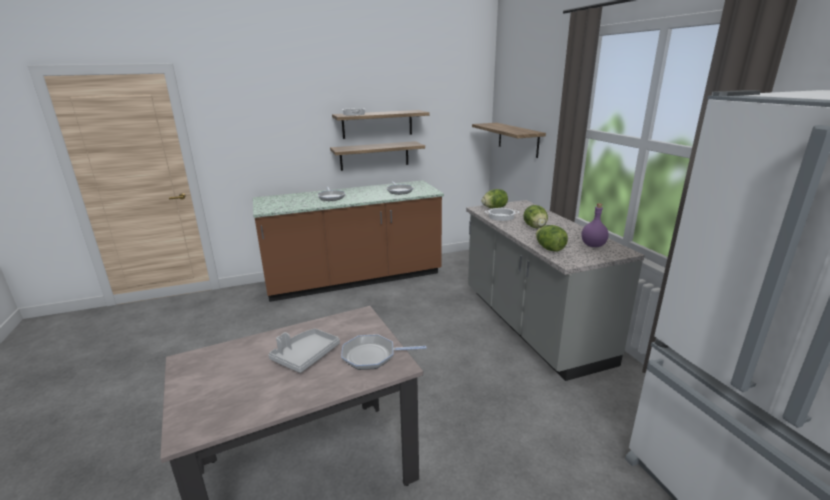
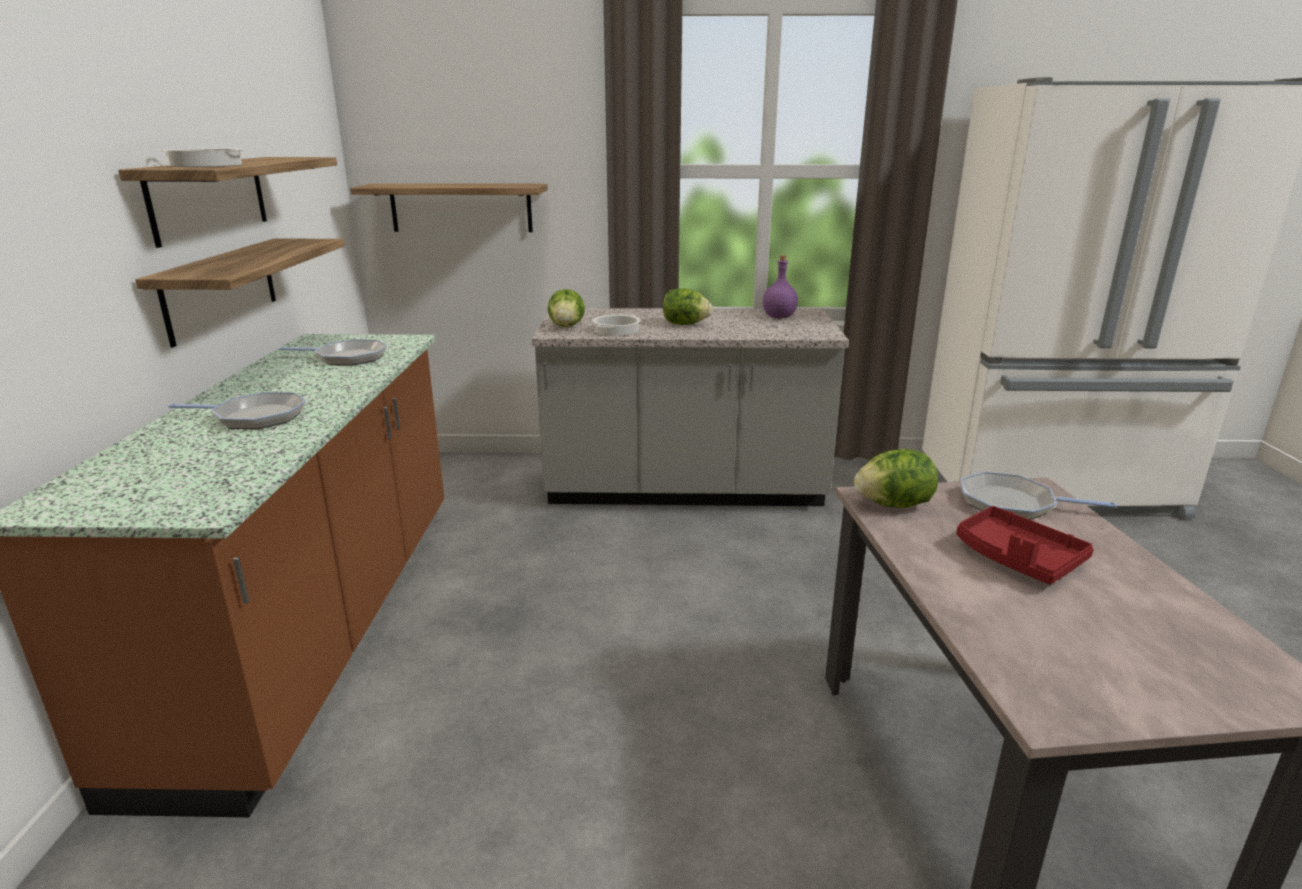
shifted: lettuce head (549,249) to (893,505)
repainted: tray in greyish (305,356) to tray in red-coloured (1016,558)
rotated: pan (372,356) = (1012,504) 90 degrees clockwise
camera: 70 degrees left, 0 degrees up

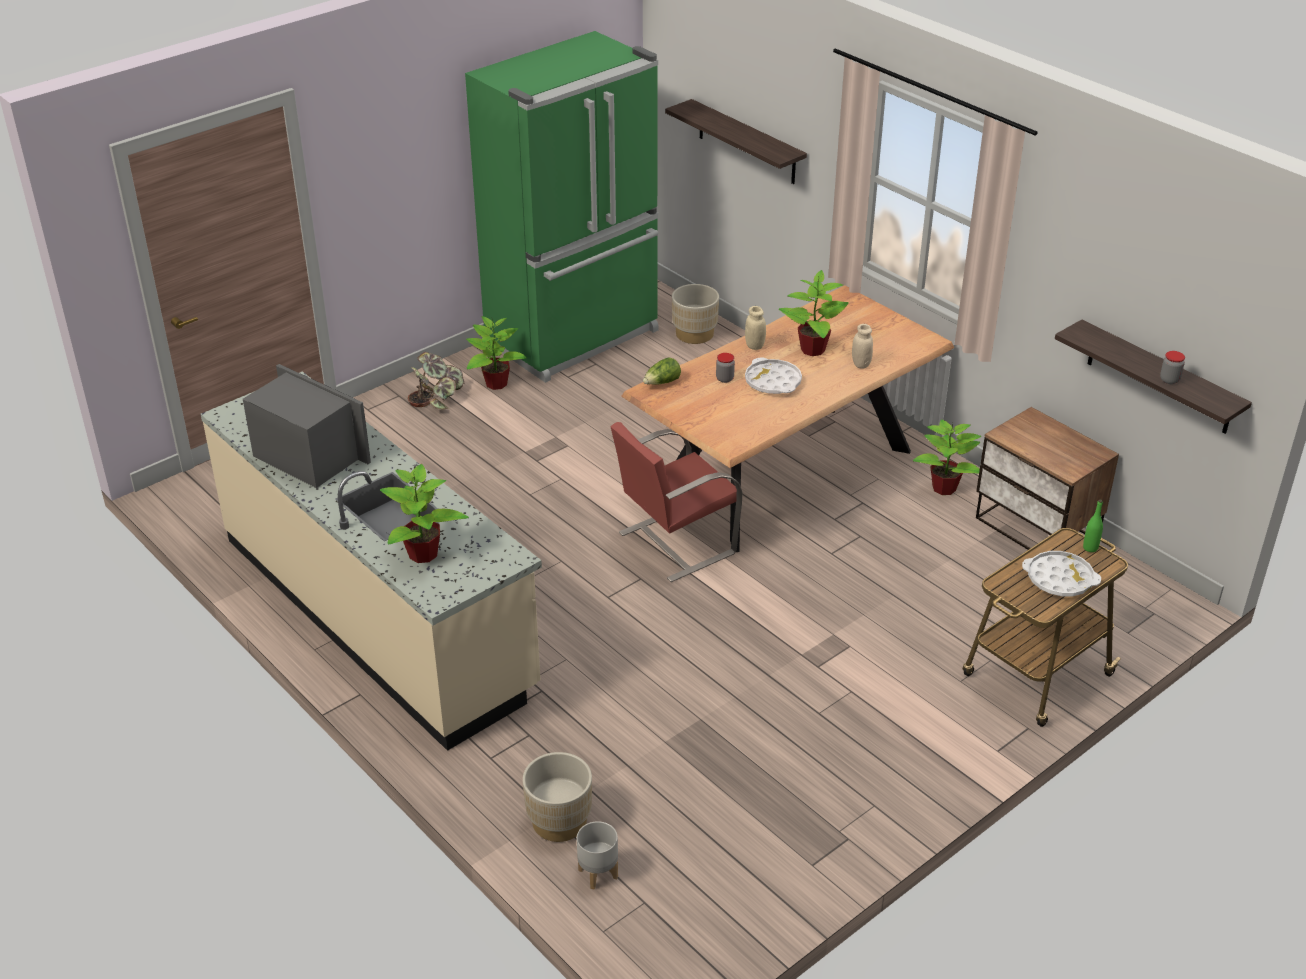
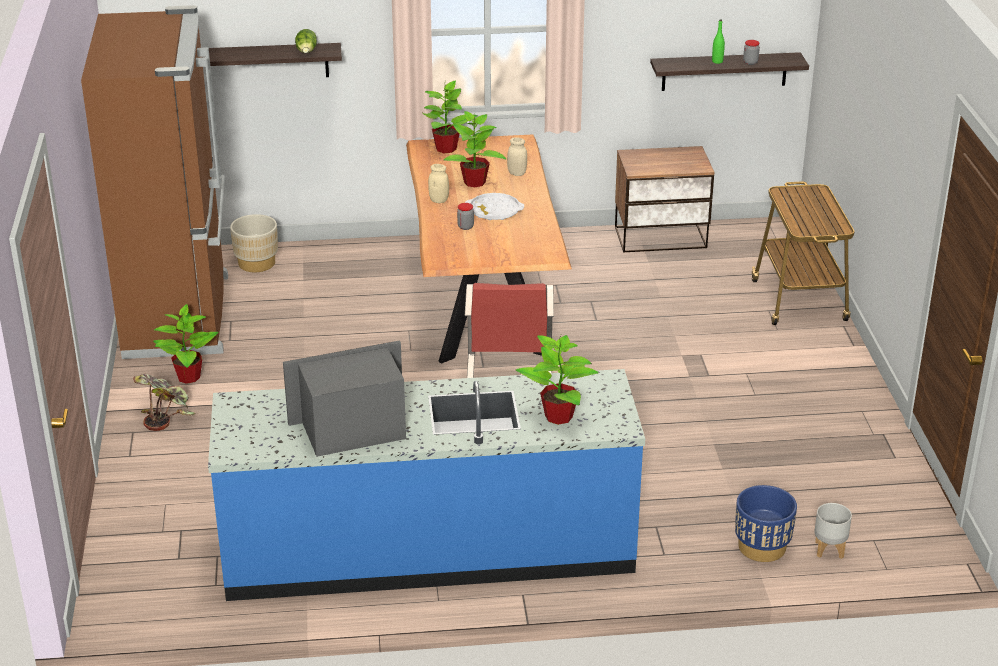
gone: tray in white-coloured (1059,579)
shifted: lettuce head (662,383) to (307,52); potted plant (944,488) to (446,148); drink bottle in greenish (1090,548) to (717,61)
repainted: kitchen counter in sand-coloured (378,612) to kitchen counter in bluish (428,549); kitchen fridge in greenish (575,338) to kitchen fridge in brownish (180,316); plant pot in sand-coloured (559,821) to plant pot in bluish (762,547)
camera: 55 degrees left, 5 degrees down

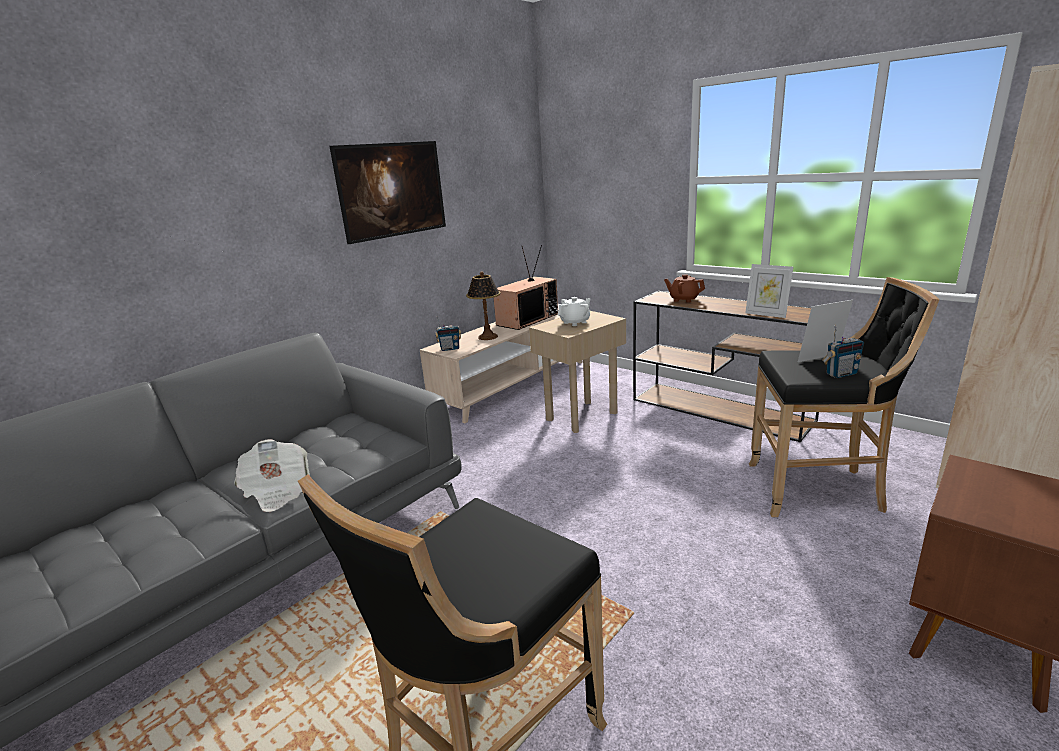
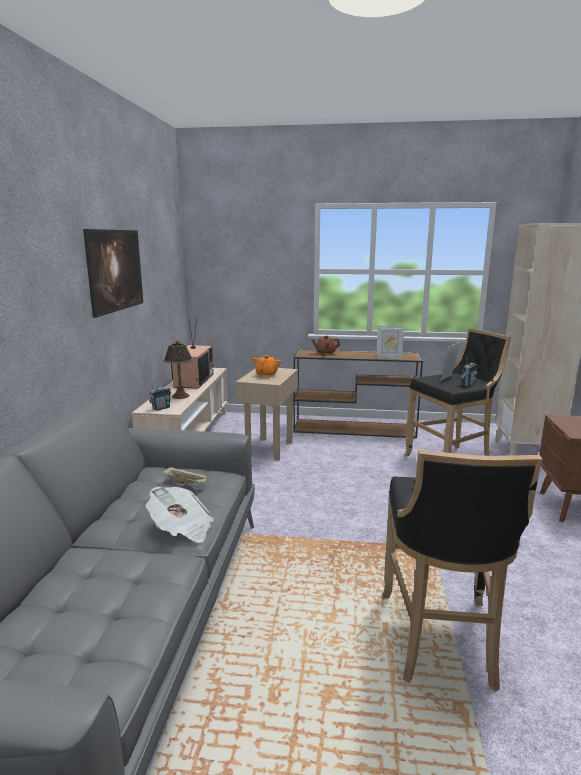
new: tray in sand-coloured (186,483)
repainted: tea pot in white-coloured (575,322) to tea pot in orange (266,375)
camera: 35 degrees left, 5 degrees down

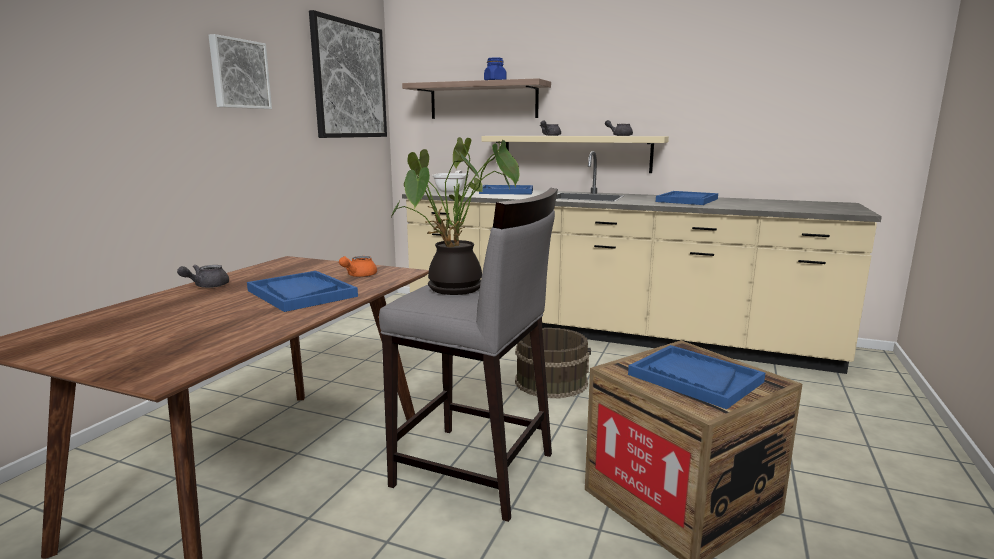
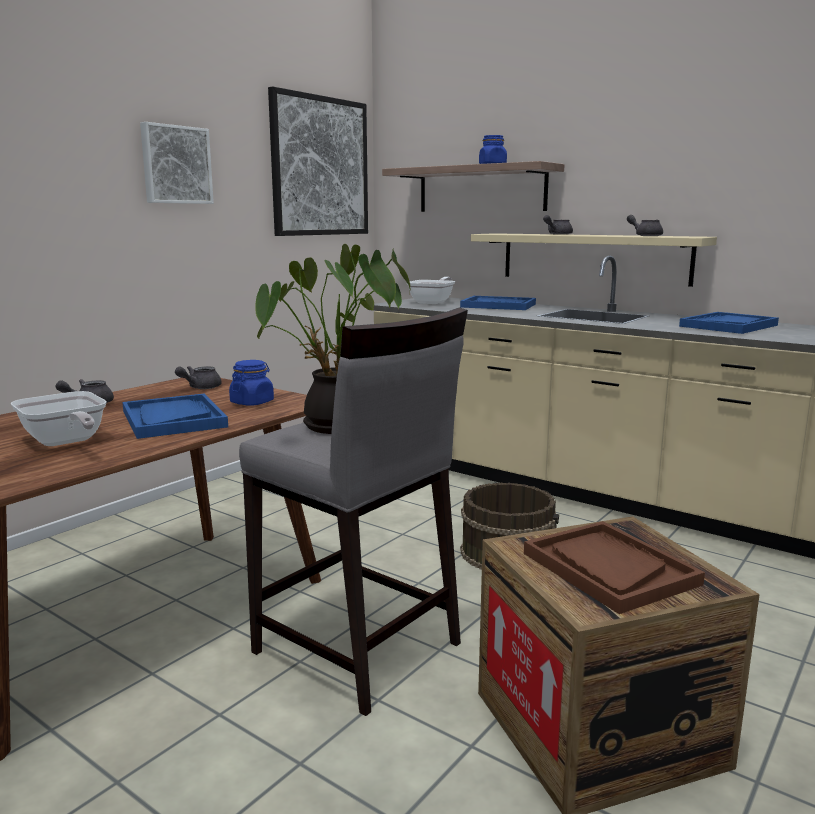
new: pan (65,442); tea pot in greyish (200,387)
swapped: tea pot in orange (358,276) to jar in bluish (252,402)
repainted: tray in bluish (694,378) to tray in brownish (608,568)
camera: 15 degrees right, 0 degrees up

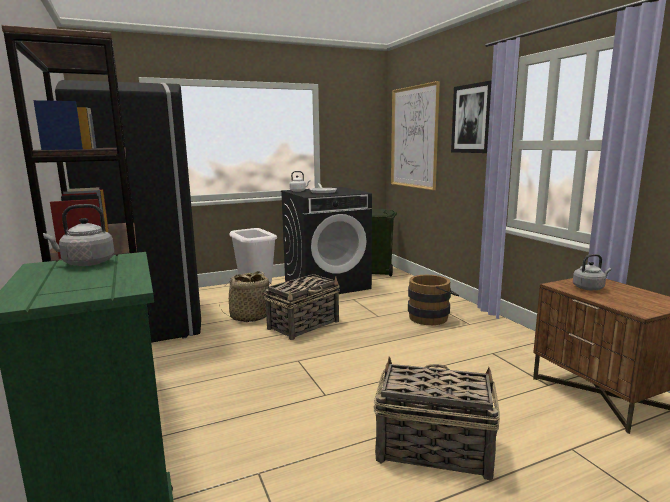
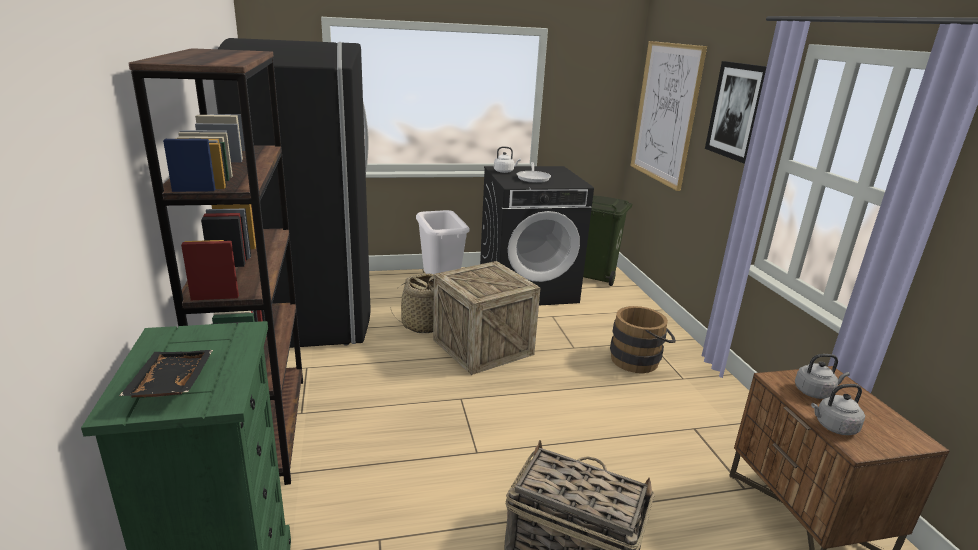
new: tray in black-coloured (170,383)
shifted: water kettle in greyish (86,263) to (833,427)
swapped: storage basket (304,325) to shipping crate (483,347)
camera: 10 degrees right, 10 degrees up

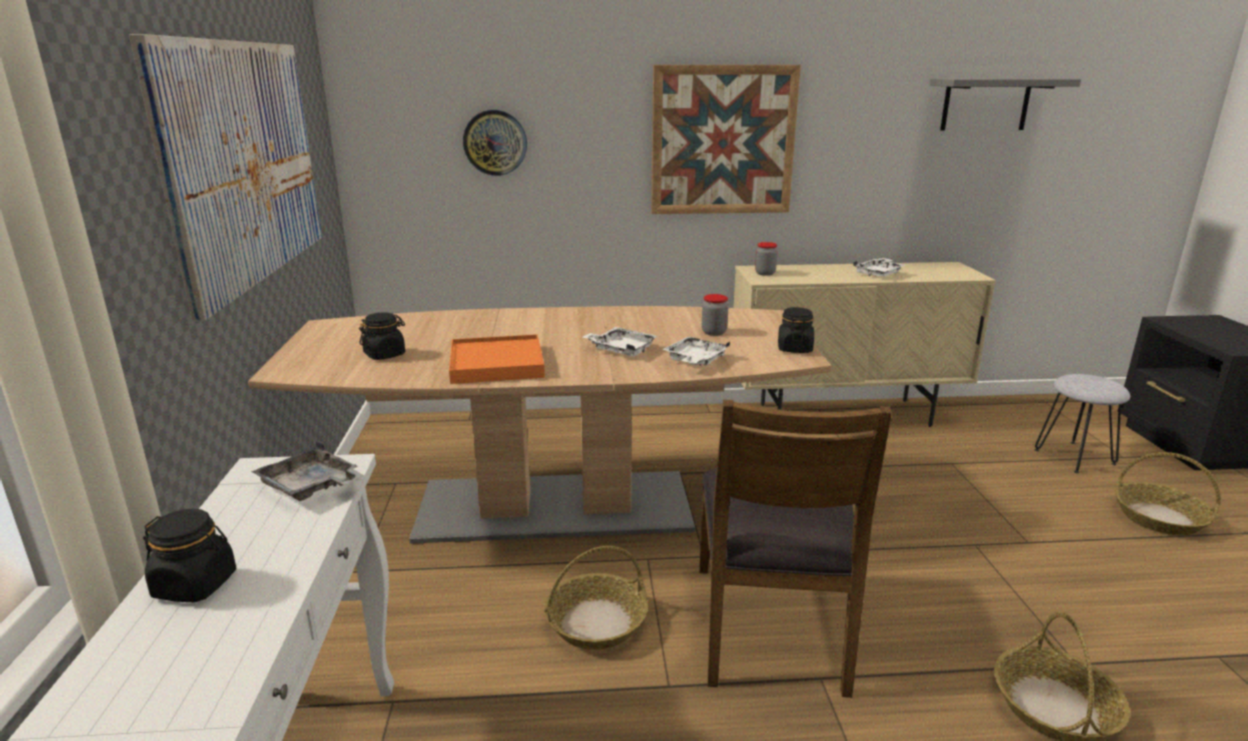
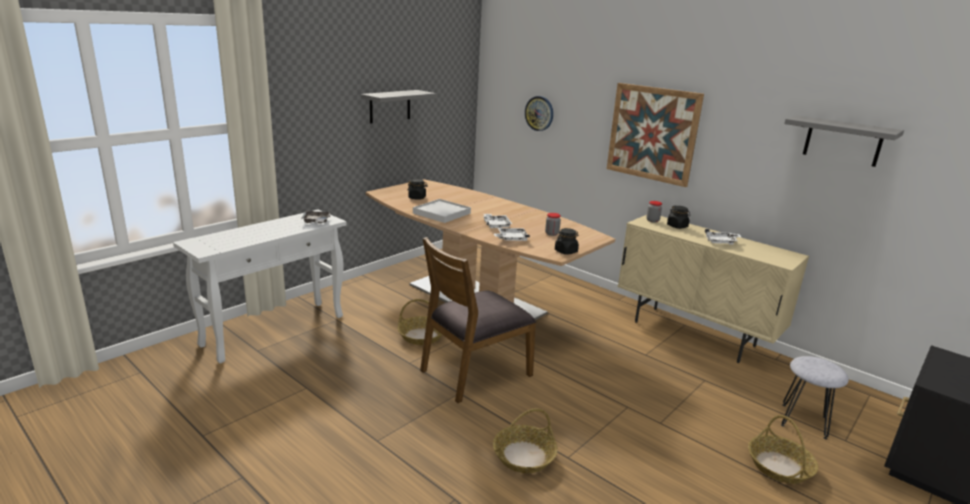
shifted: jar in black-coloured (196,585) to (677,226)
swapped: wall art (244,162) to shelf in greyish (390,106)
repainted: tray in orange (496,364) to tray in white-coloured (441,213)
camera: 45 degrees right, 0 degrees up

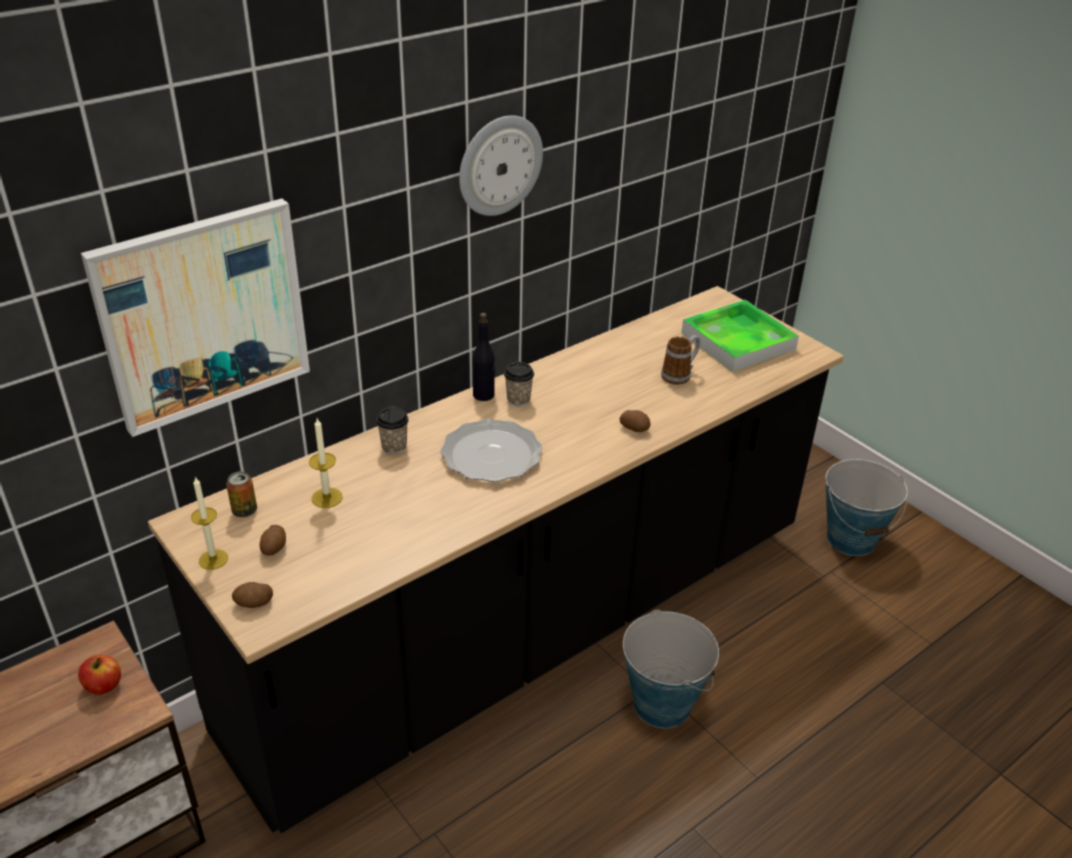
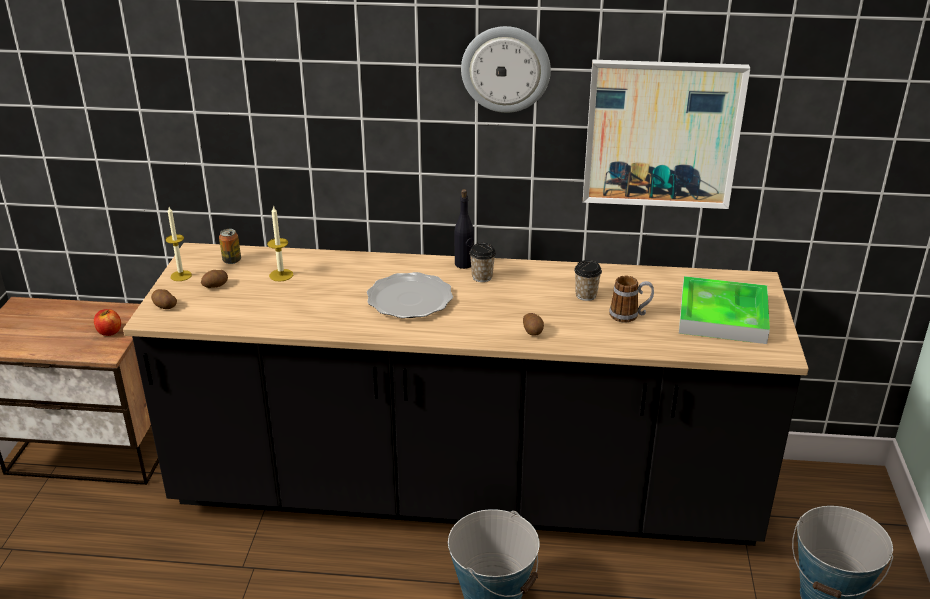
shifted: wall art (203,315) to (662,134); small cup (394,446) to (586,295)
camera: 45 degrees right, 5 degrees down

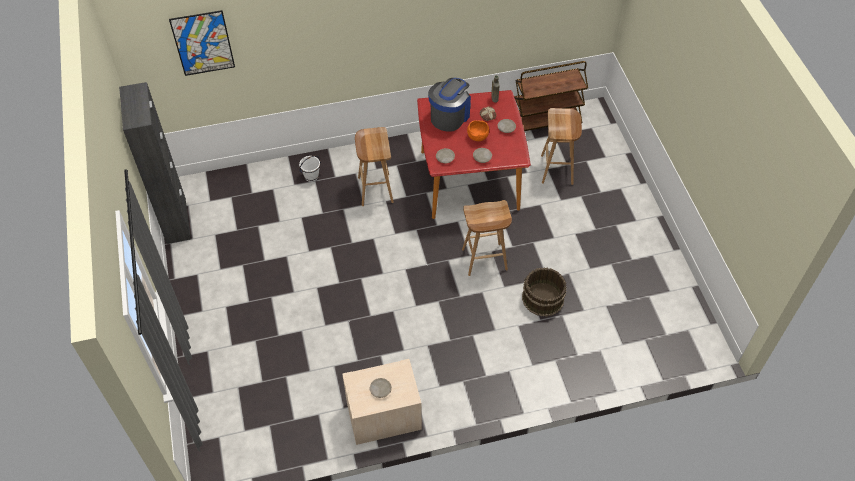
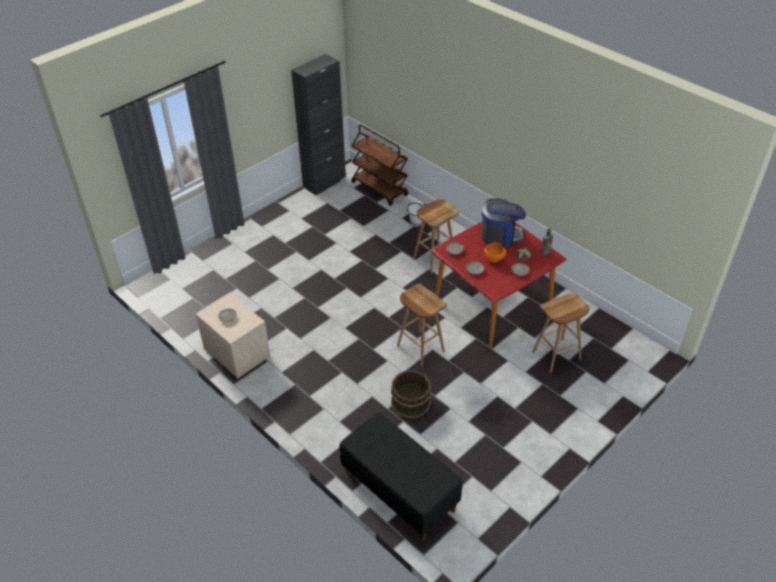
gone: wall art (203,43)
new: long seat in black-coloured (399,491)
shifted: trolley in brownish (545,121) to (380,189)
camera: 60 degrees right, 10 degrees down

